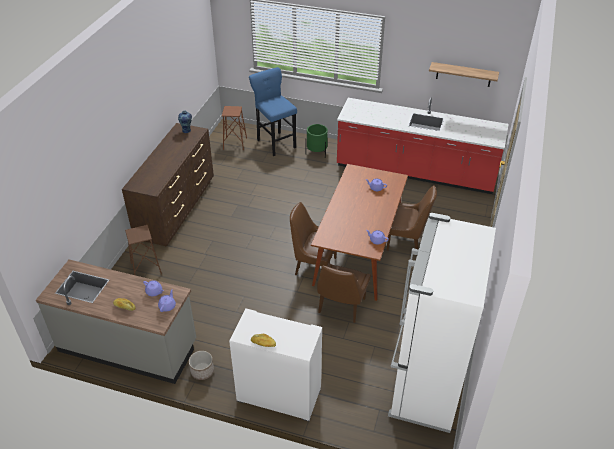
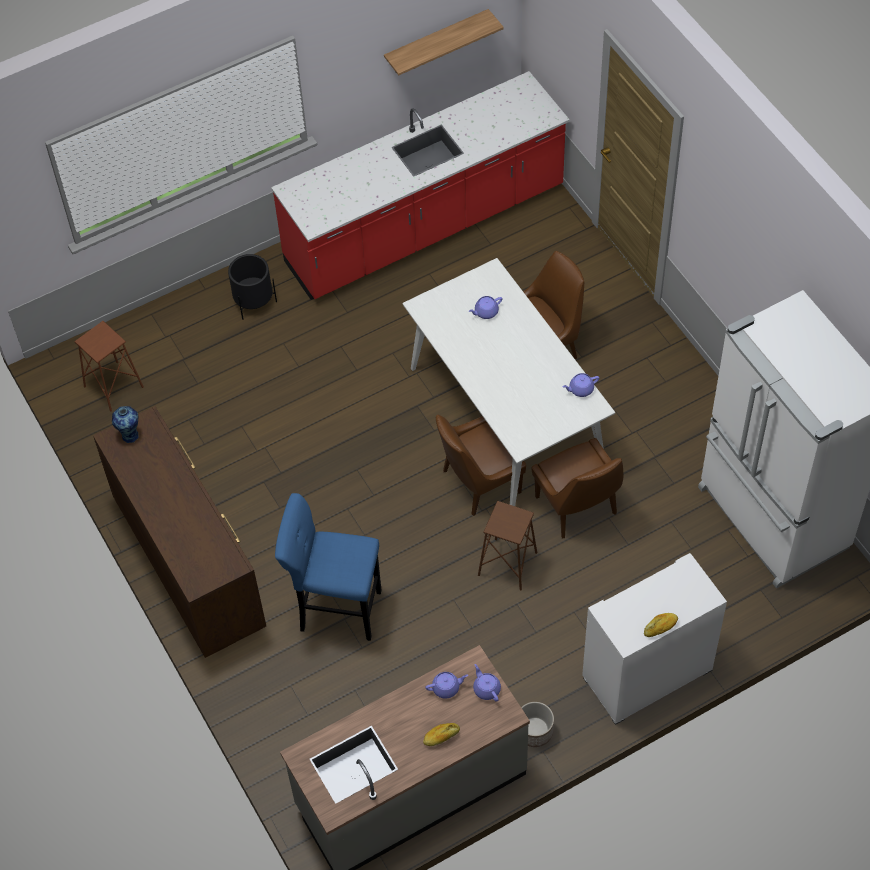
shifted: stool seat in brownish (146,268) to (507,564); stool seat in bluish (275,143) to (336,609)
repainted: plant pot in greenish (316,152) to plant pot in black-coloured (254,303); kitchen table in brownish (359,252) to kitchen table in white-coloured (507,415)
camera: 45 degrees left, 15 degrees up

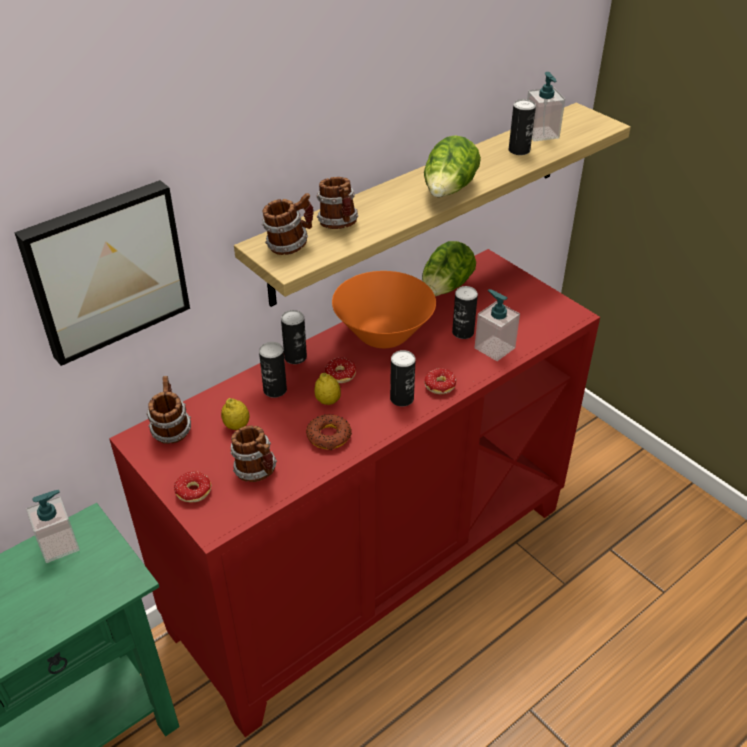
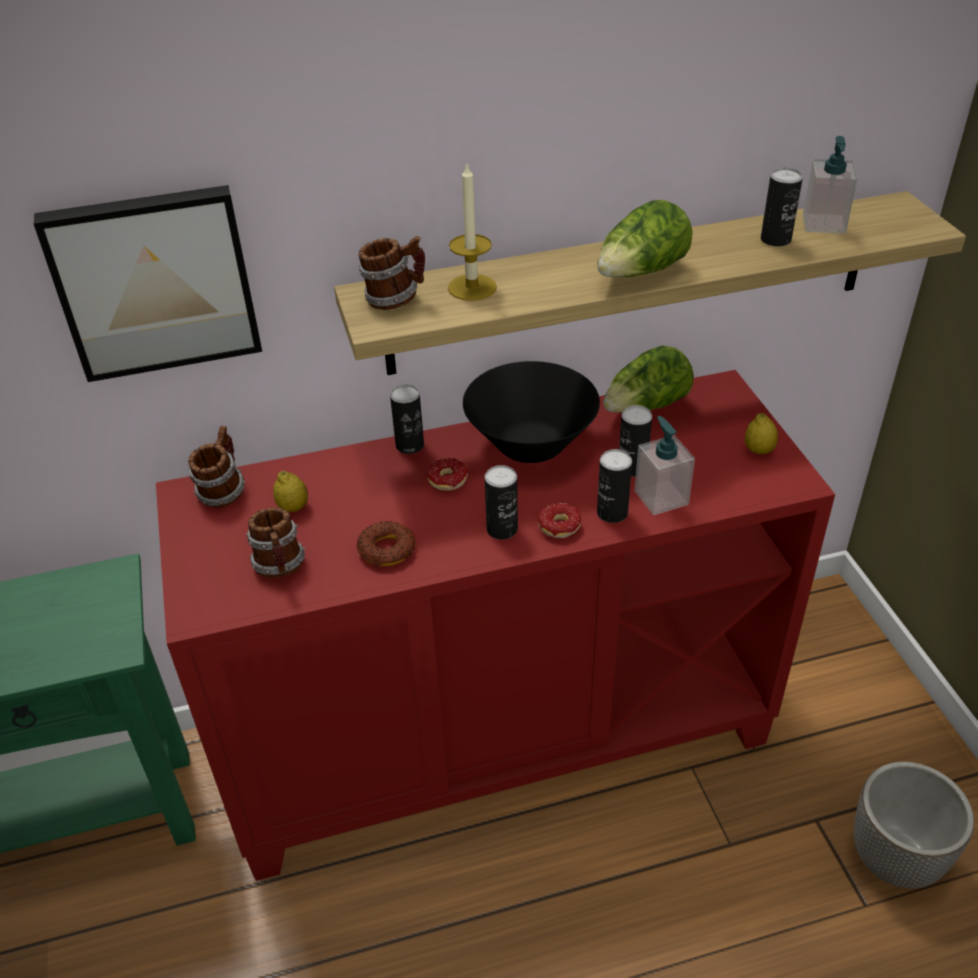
gone: soap bottle (59,545); donut (190,496)
new: plant pot (896,859)
shifted: sealed can (275,390) to (612,513); whole lemon (328,401) to (758,450)
swapped: coffee mug (339,224) to candle (472,287)
repainted: serving bowl in orange (383,334) to serving bowl in black-coloured (531,444)
camera: 25 degrees right, 0 degrees up

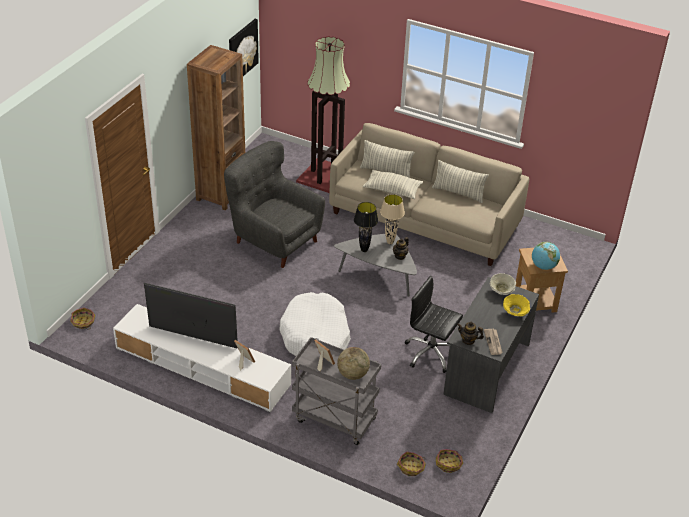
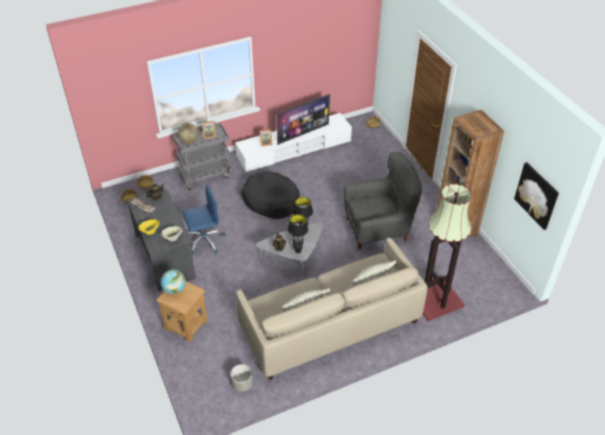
gone: cushion (392,190)
new: plant pot in greyish (242,384)
repainted: dog cushion in white-coloured (315,336) to dog cushion in black-coloured (271,201); table lamp in sand-coloured (390,242) to table lamp in black-coloured (298,251); desk chair in black-coloured (431,353) to desk chair in bluish (204,240)
camera: 130 degrees right, 5 degrees up

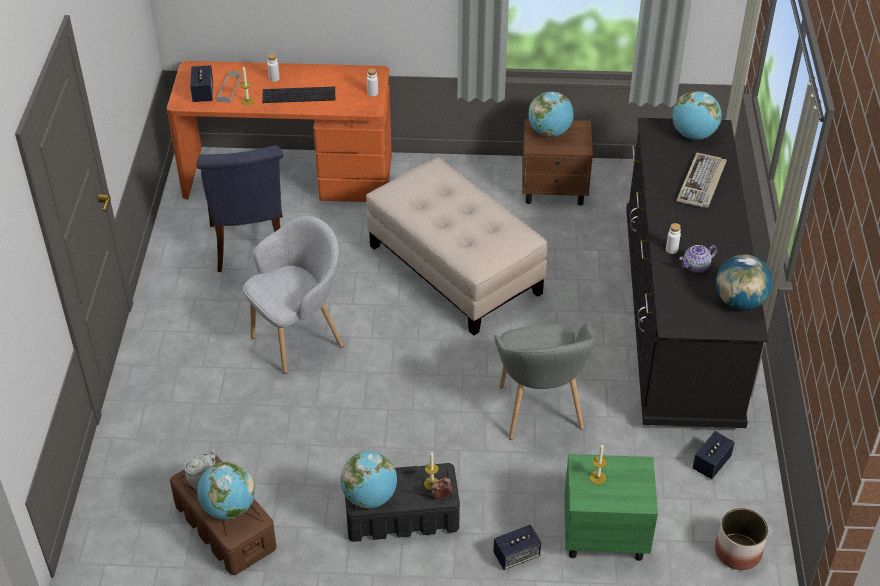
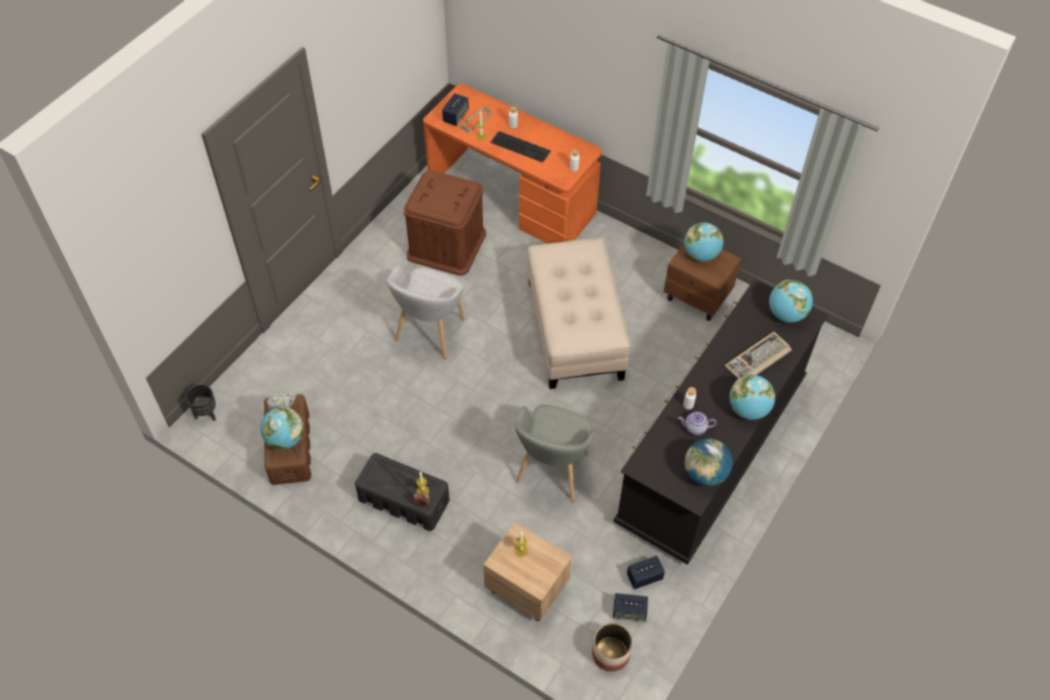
new: plant pot in black-coloured (207,414)
shifted: desk globe (370,497) to (748,409); audio speaker (516,555) to (629,612)
swapped: upright chair in bluish (250,247) to storage container in brownish (446,244)
repainted: night table in greenish (603,535) to night table in sand-coloured (526,588)
rotated: easy chair in greyish (299,338) = (430,332) 120 degrees clockwise
camera: 30 degrees right, 10 degrees up

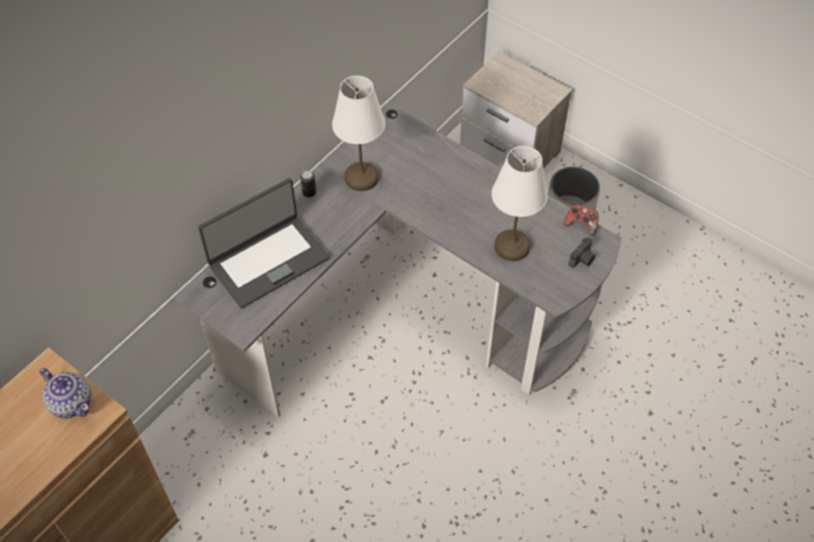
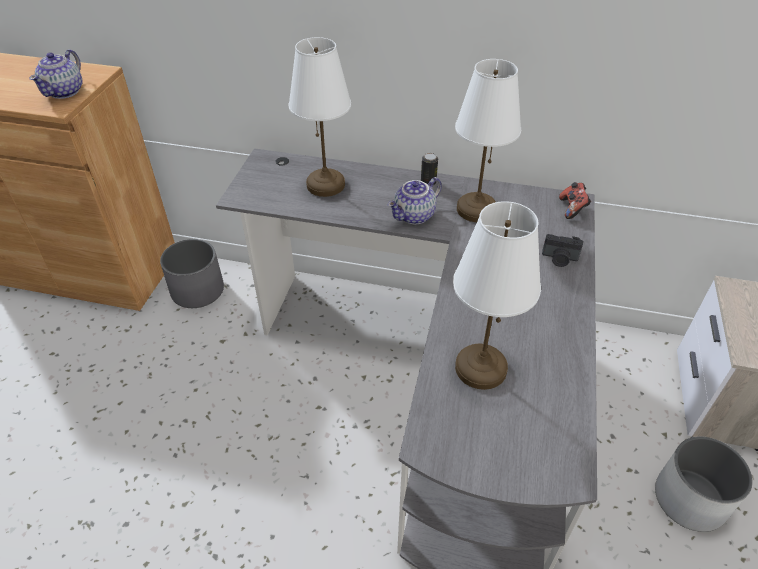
new: plant pot in greyish (197,291); tea pot (414,216)
shifted: joypad (581,224) to (572,209); photo camera (582,260) to (559,259)
swapped: notebook computer (268,261) to table lamp in white-coloured (326,184)
camera: 65 degrees right, 10 degrees down

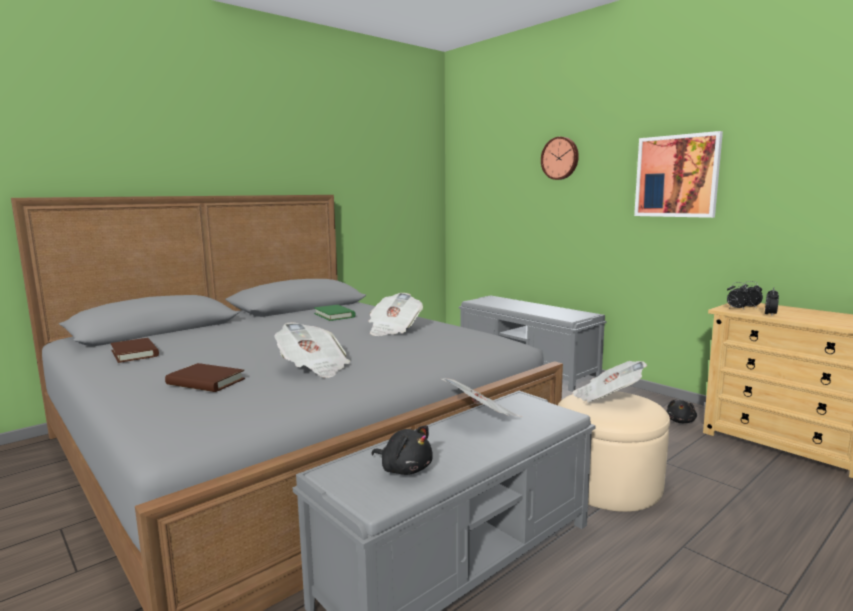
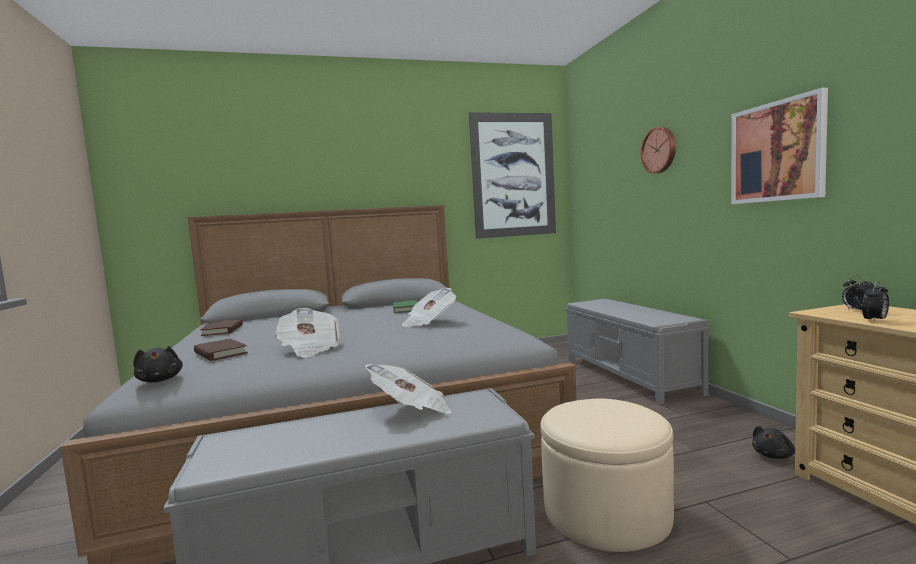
gone: printed paper (607,398); table clock (736,309)
new: wall art (513,175)
shifted: plush toy in black-coloured (404,469) to (160,380)
camera: 25 degrees right, 5 degrees down

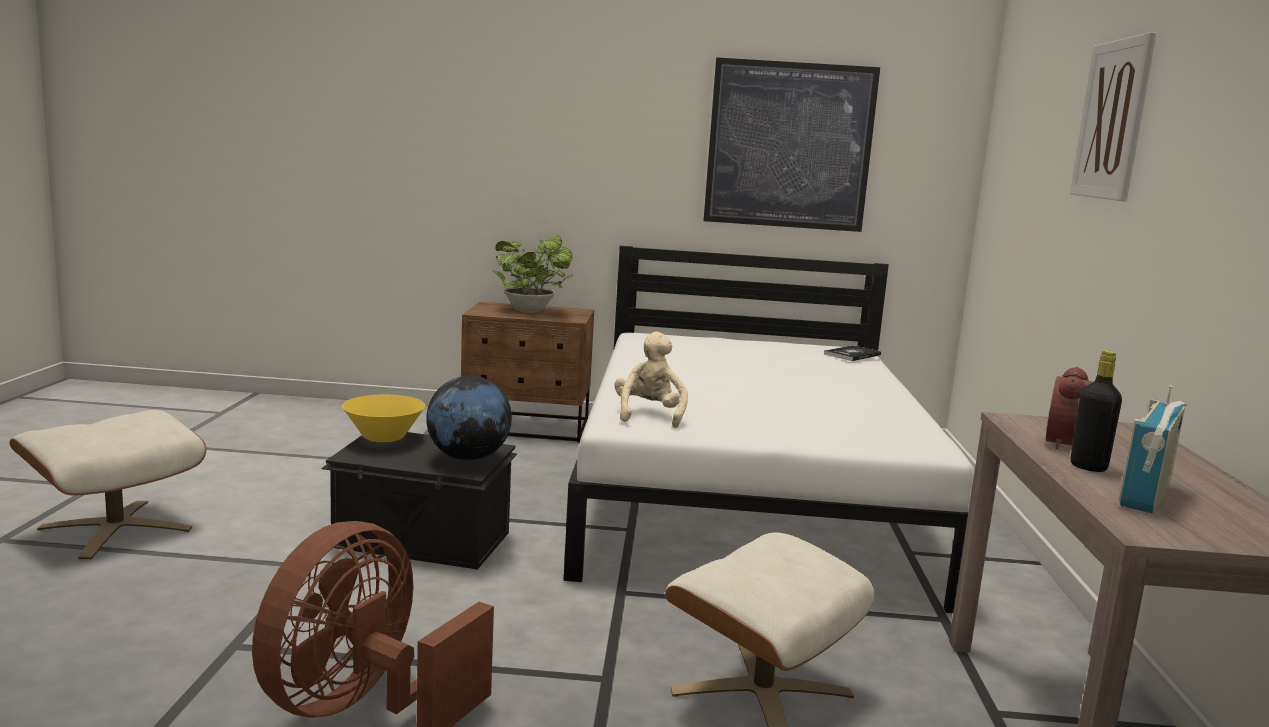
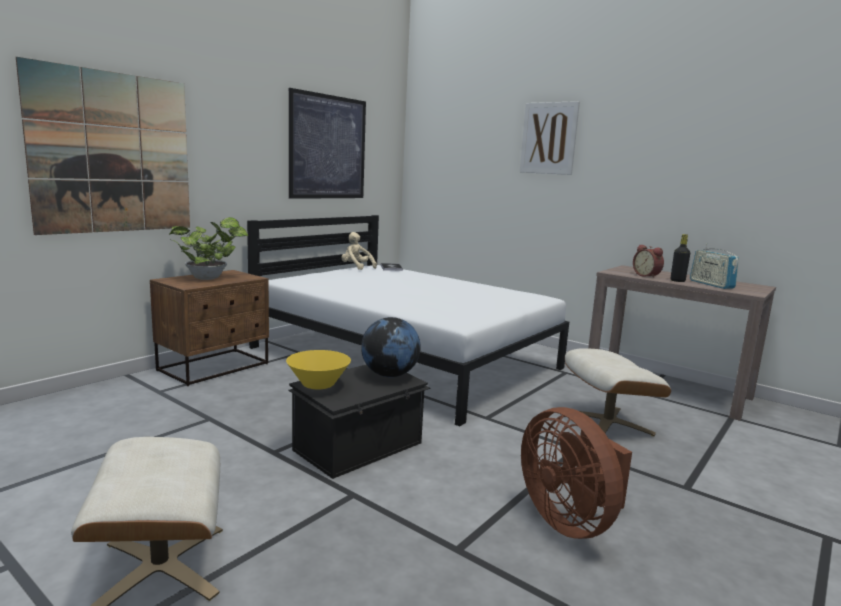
new: wall art (113,153)
shifted: plush toy in sand-coloured (649,415) to (356,267)
camera: 55 degrees left, 0 degrees up

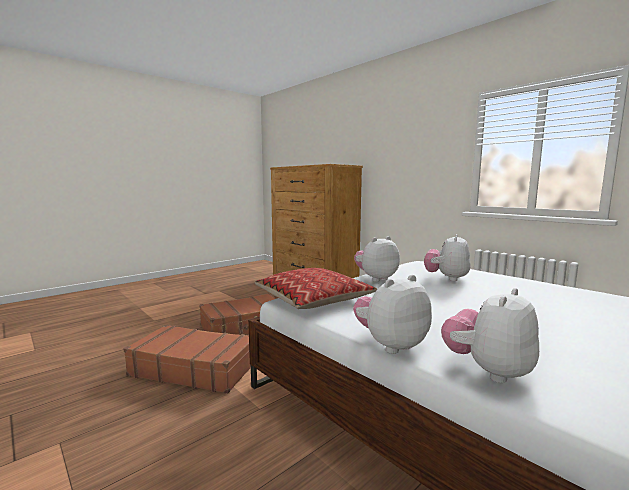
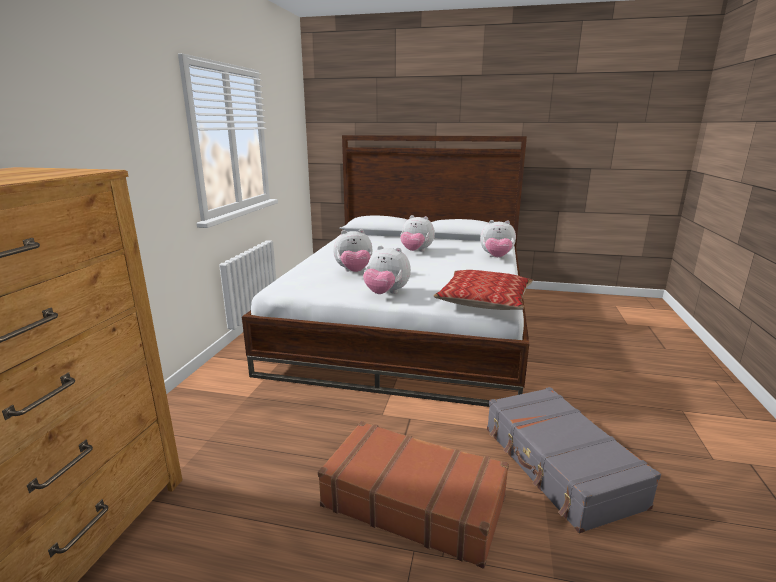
shifted: plush toy (390,345) to (416,251)
repainted: suitcase in brownish (194,368) to suitcase in greyish (559,466)
camera: 125 degrees left, 10 degrees up

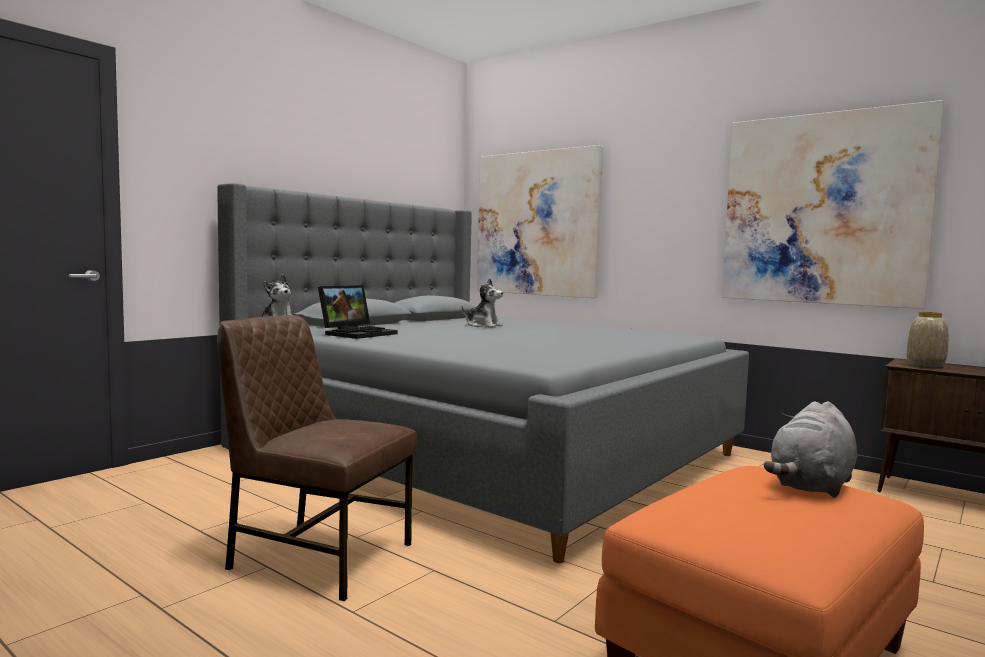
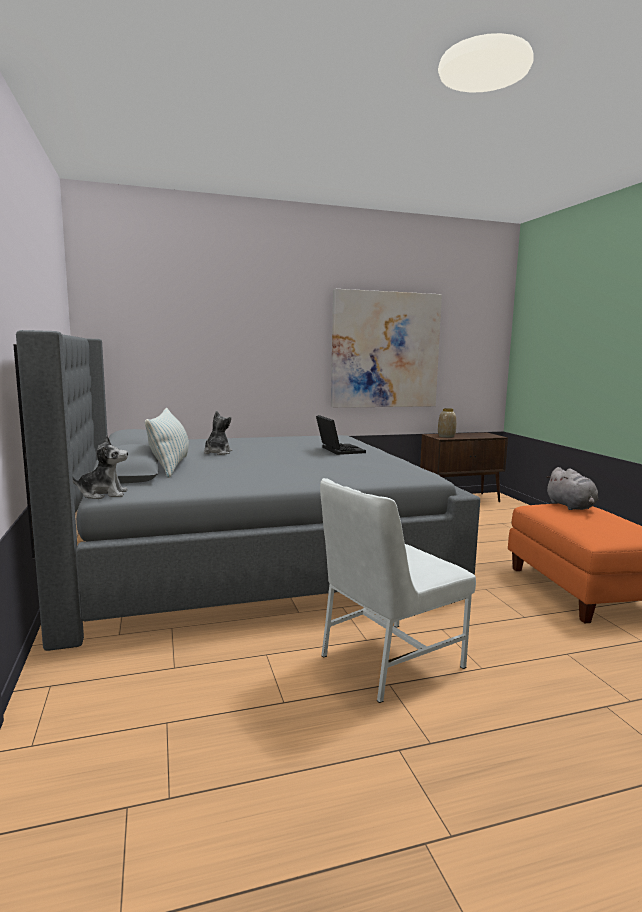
gone: wall art (538,224)
new: cushion (170,466)
shifted: notebook computer (358,333) to (338,450)
repainted: upright chair in brownish (318,556) to upright chair in white-coloured (388,661)
rotated: plush toy (483,326) = (217,453) 45 degrees counterclockwise
camera: 55 degrees left, 5 degrees up

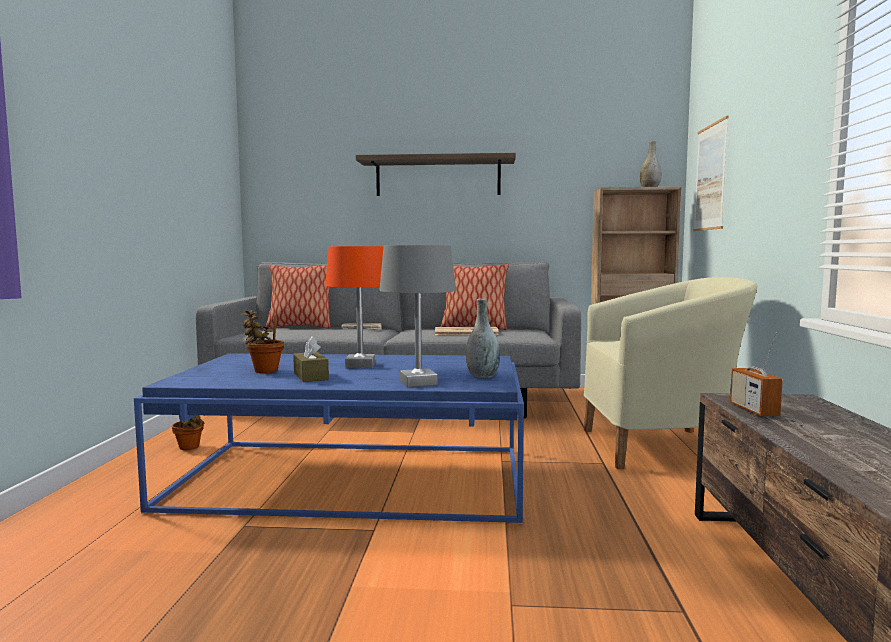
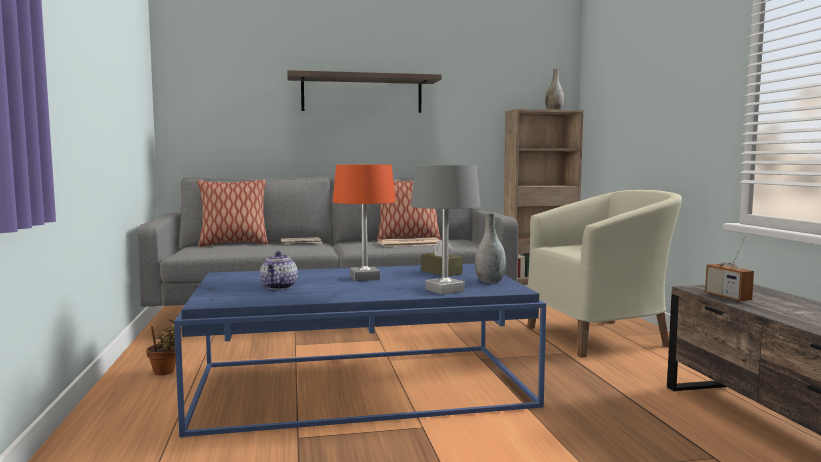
gone: wall art (710,177)
shifted: tissue holder in brownish (310,376) to (441,272)
swapped: potted plant (263,370) to tea pot (279,287)
camera: 15 degrees left, 0 degrees up

